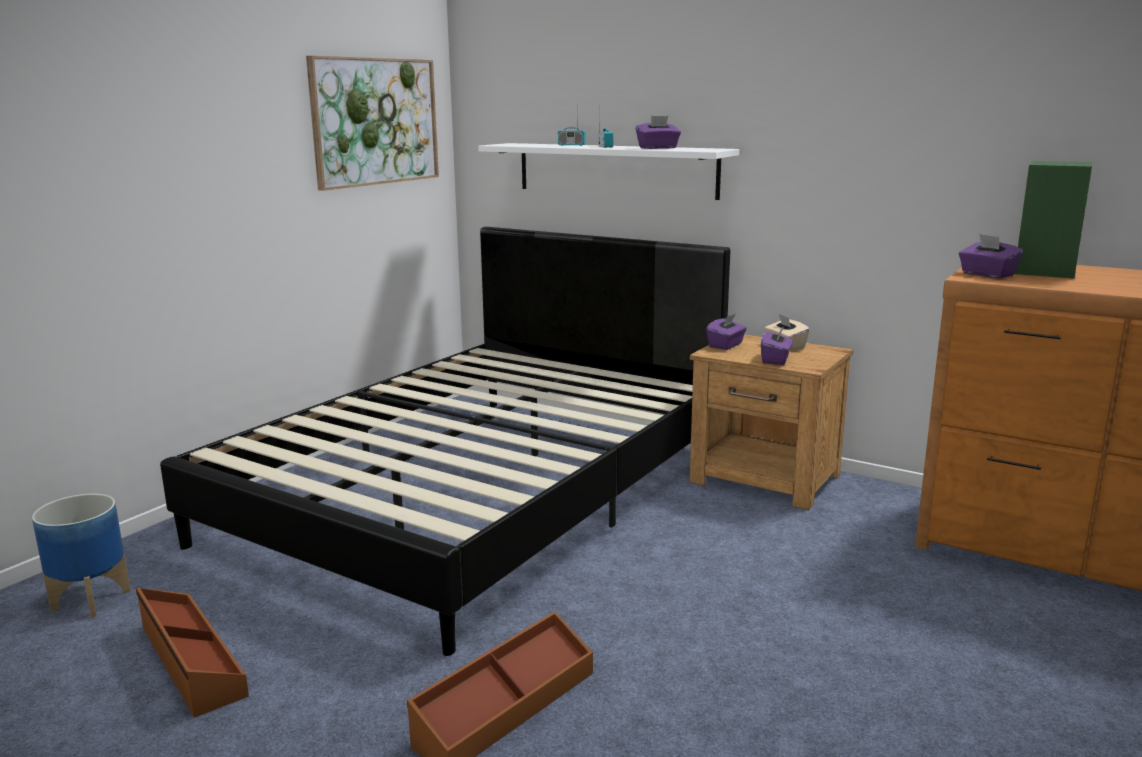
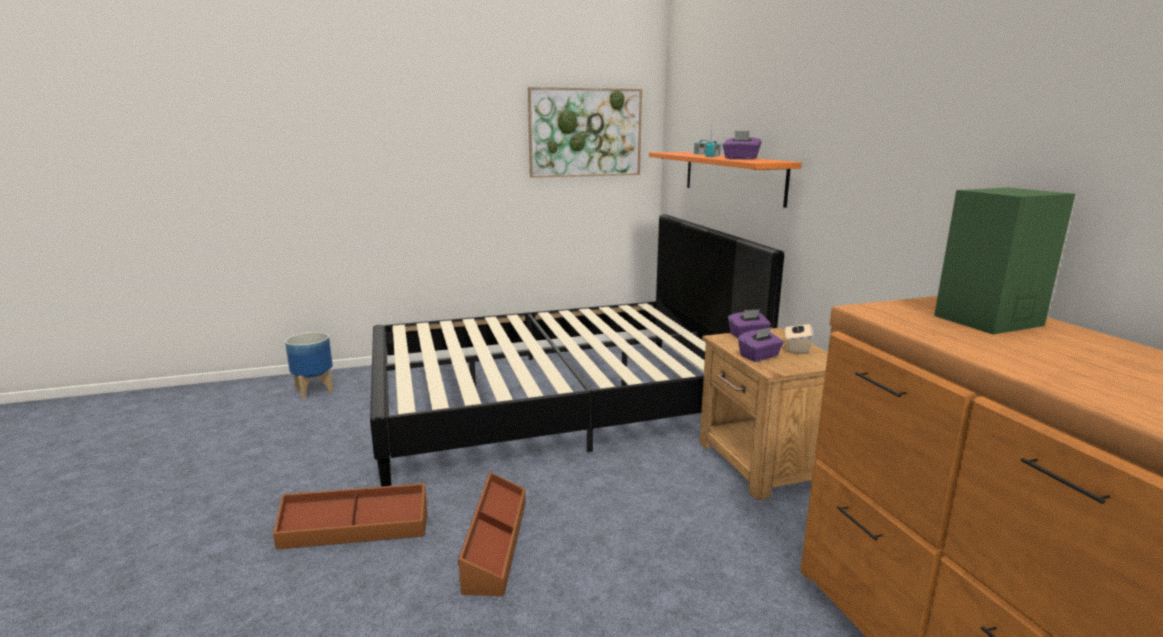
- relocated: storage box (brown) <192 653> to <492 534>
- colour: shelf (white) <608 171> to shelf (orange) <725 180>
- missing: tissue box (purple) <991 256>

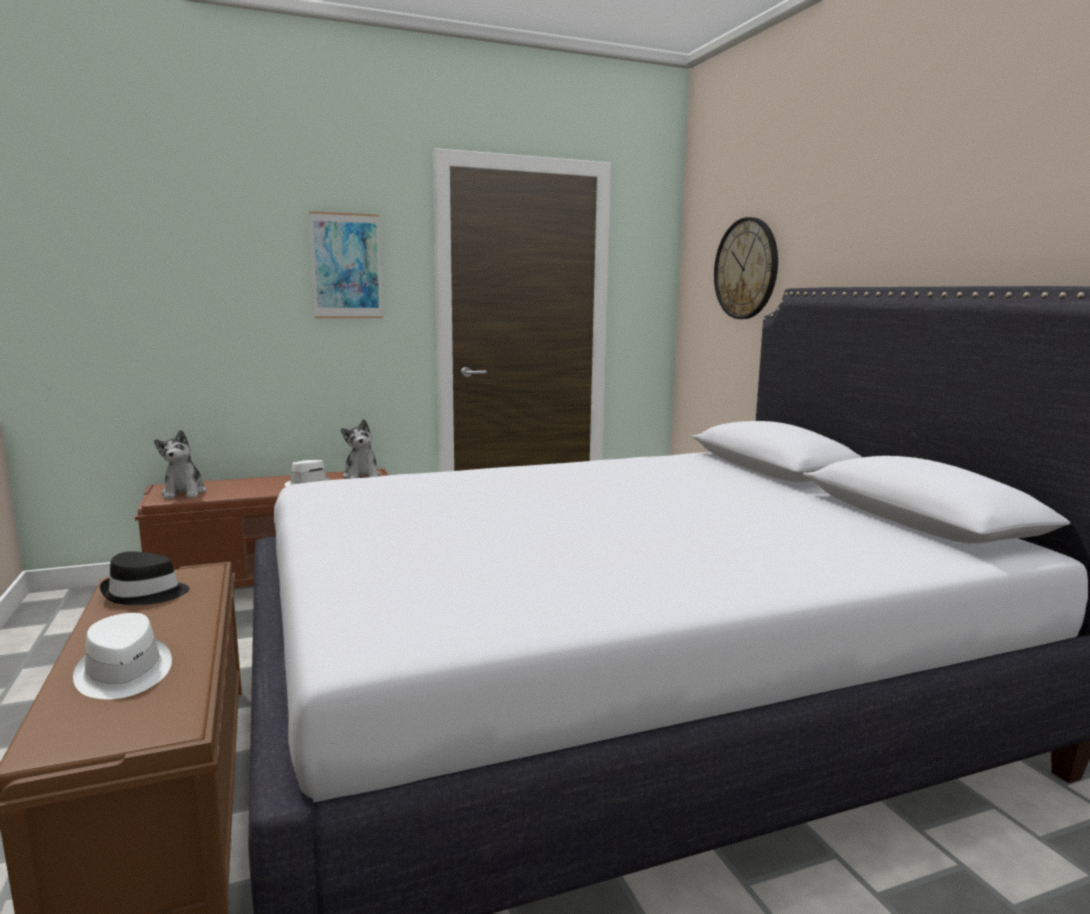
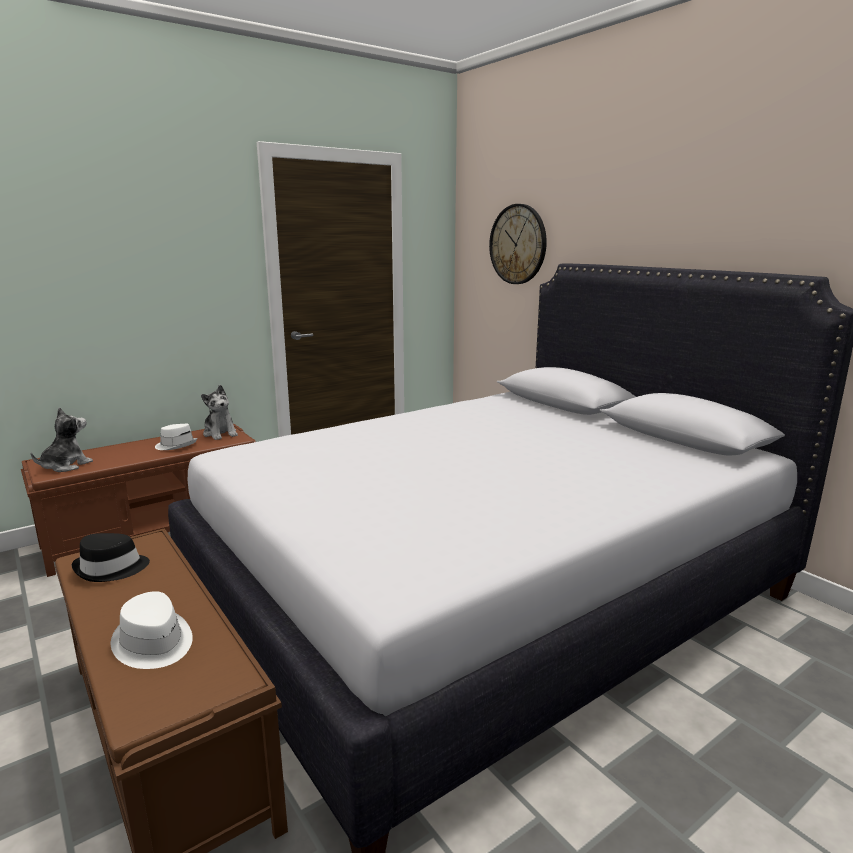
- spun: plush toy <180 465> = <62 439> 120 degrees counterclockwise
- missing: picture <346 264>

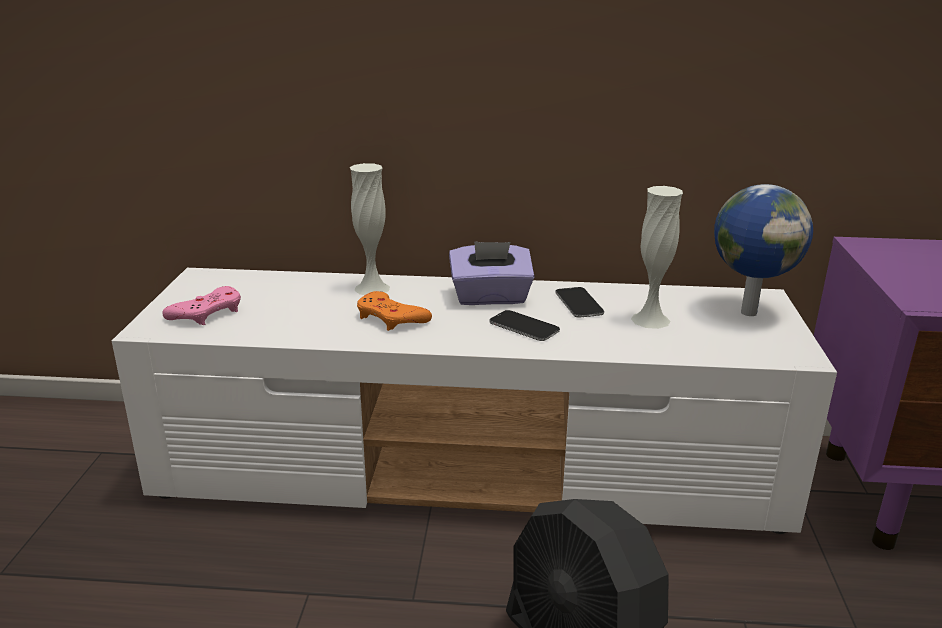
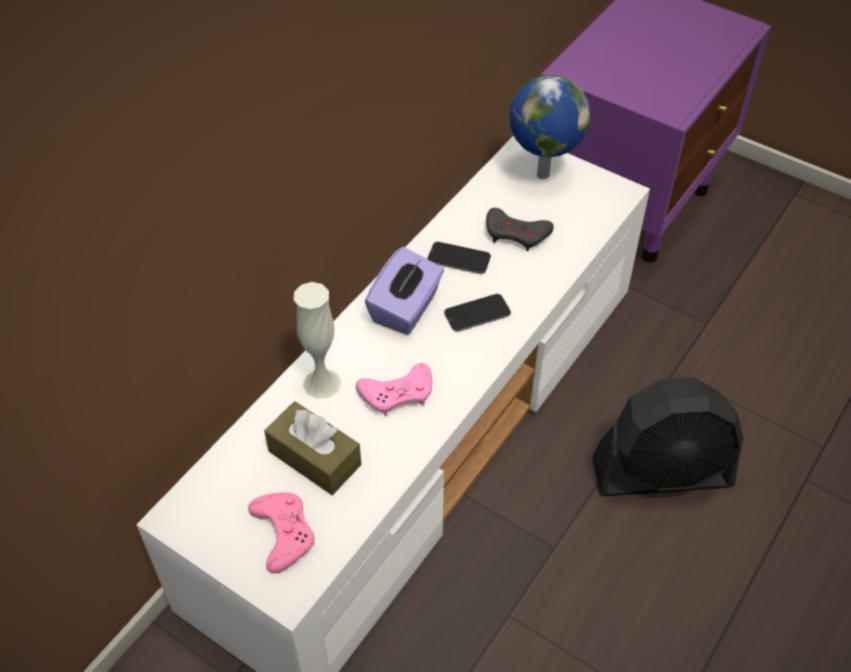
- colour: game controller (orange) <394 311> to game controller (pink) <394 389>
- exchanged: vase (white) <657 257> to game controller (grey) <520 229>
- appeared: tissue box (brown) <312 448>

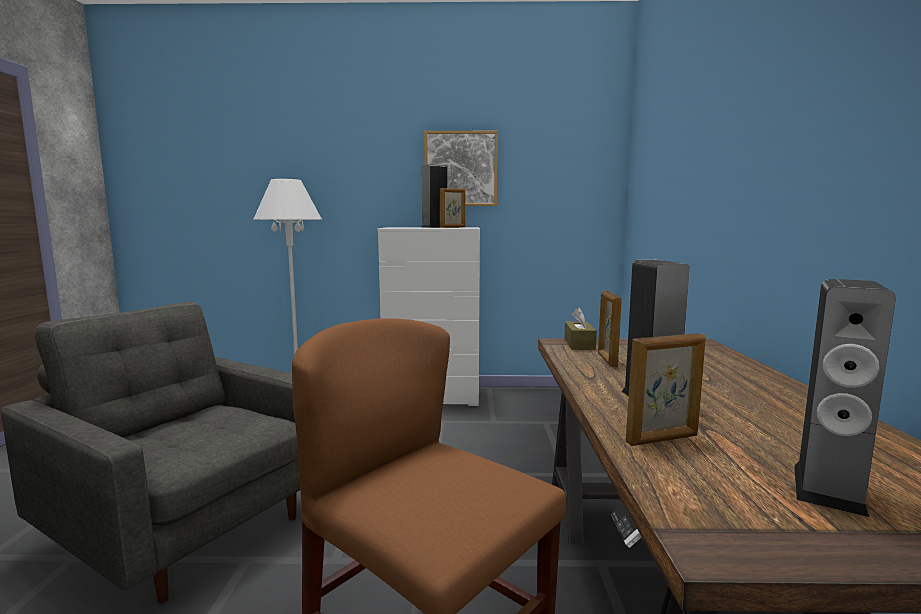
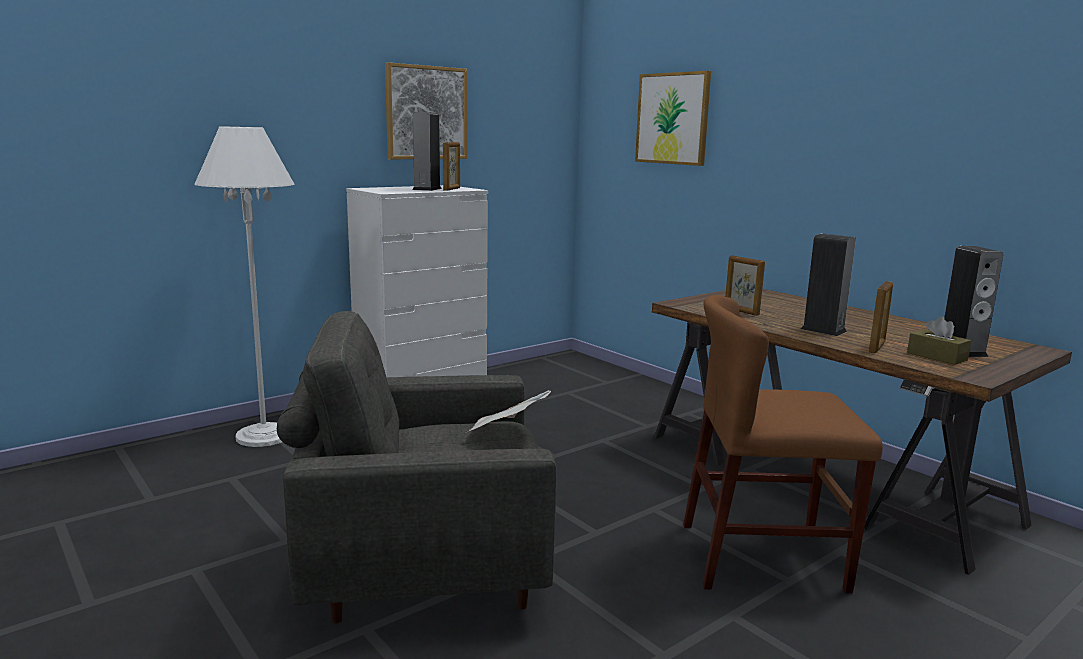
- relocated: tissue box (brown) <580 328> to <939 340>
- appeared: newspaper <510 410>
- appeared: picture <673 118>

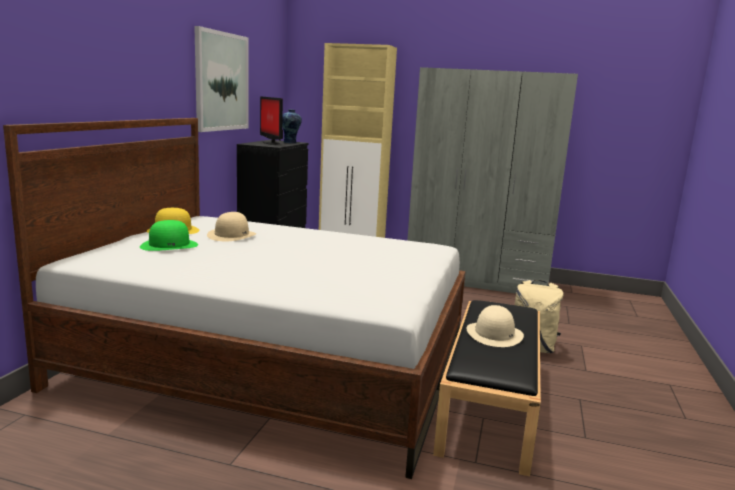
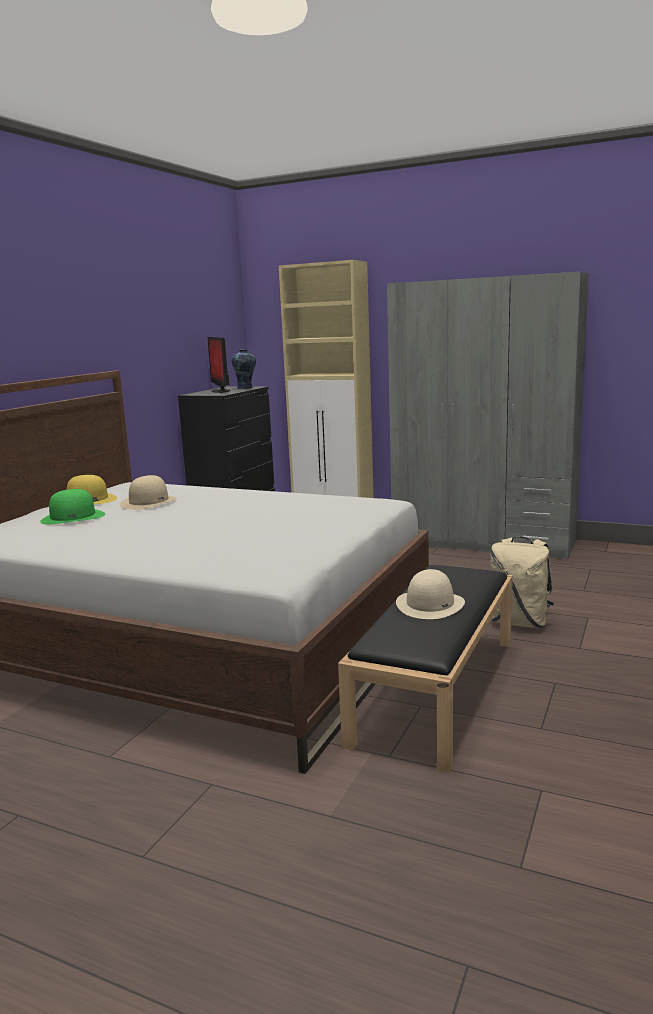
- missing: picture <221 79>

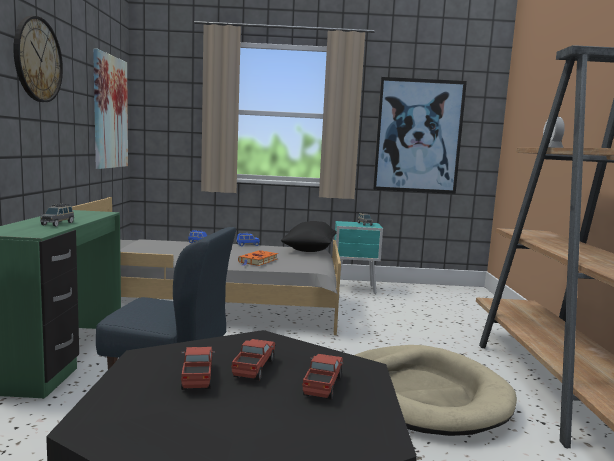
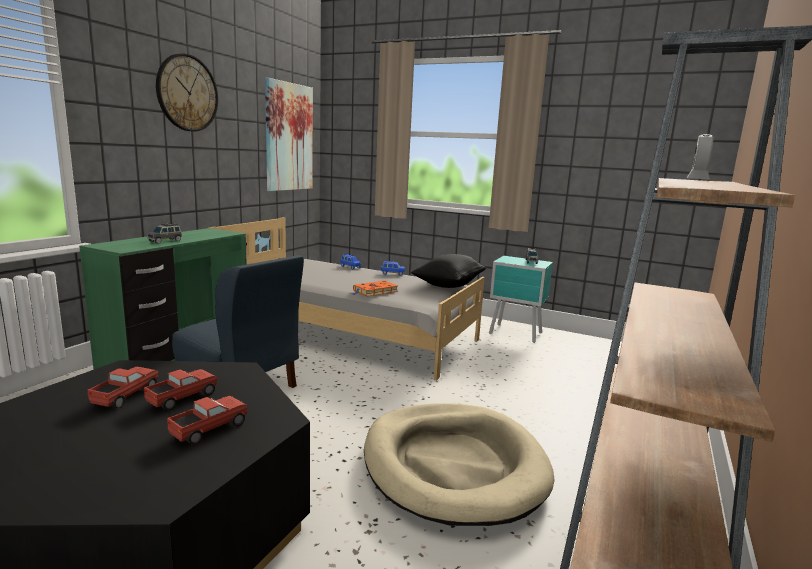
- missing: picture <420 135>

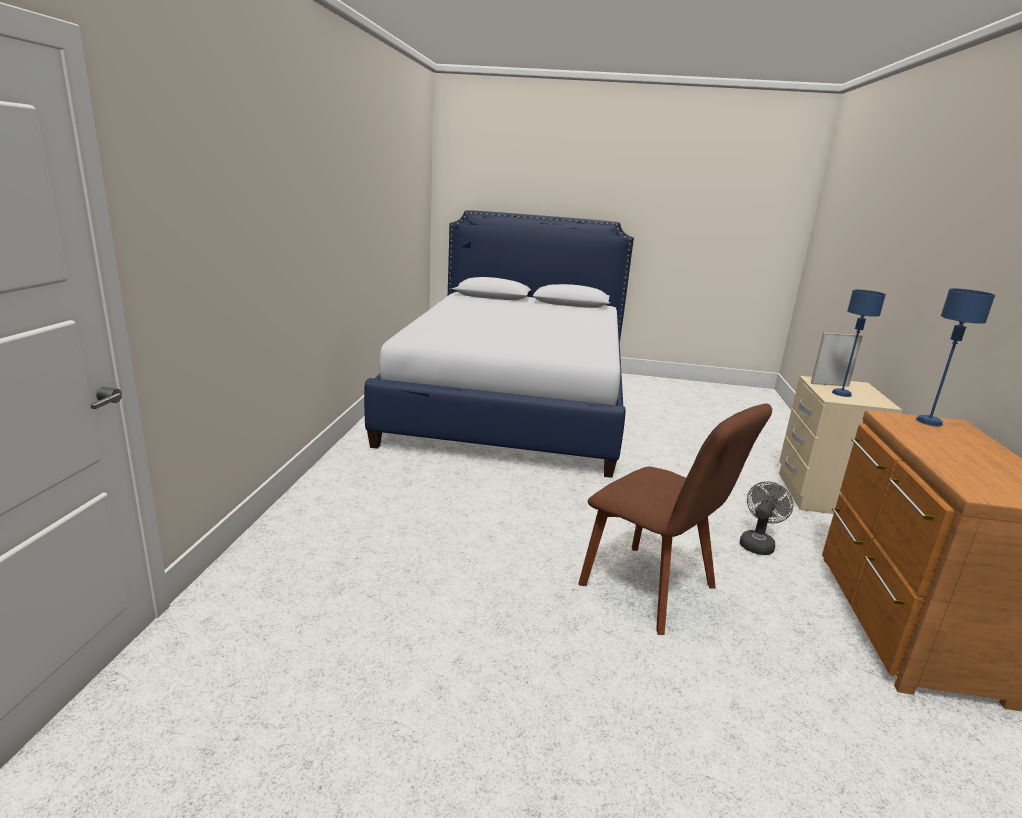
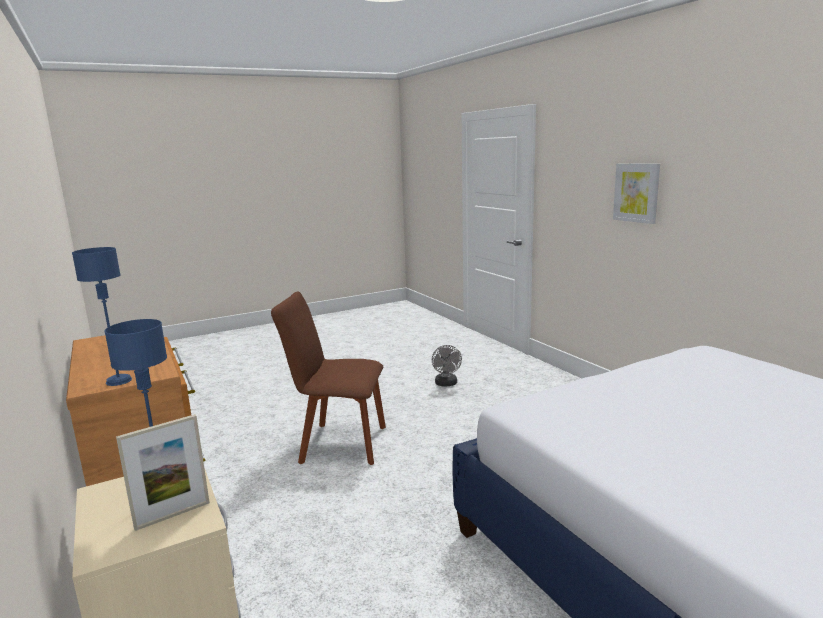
- relocated: fan (grey) <766 518> to <447 365>
- appeared: picture <636 193>

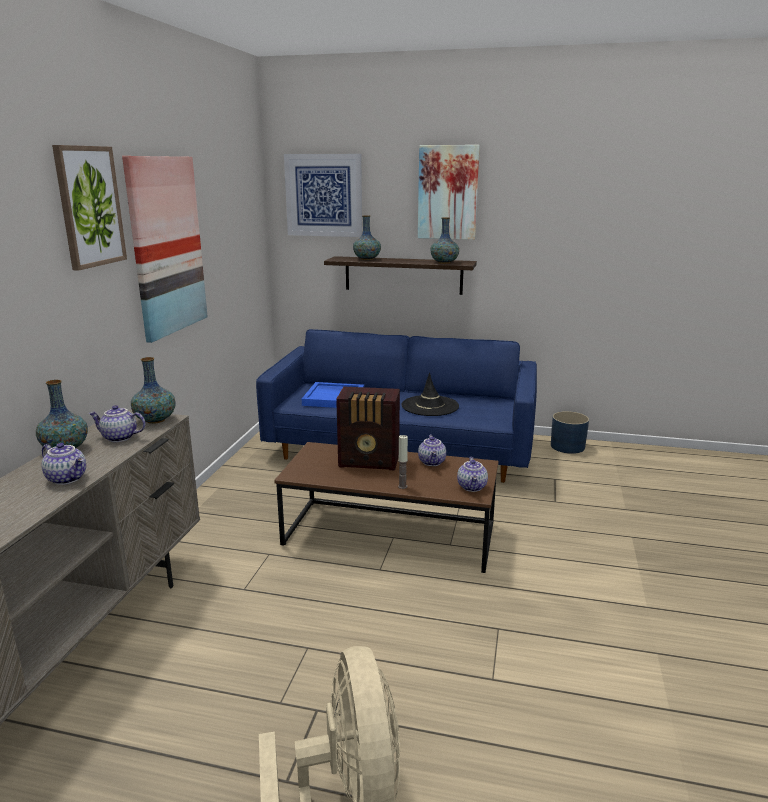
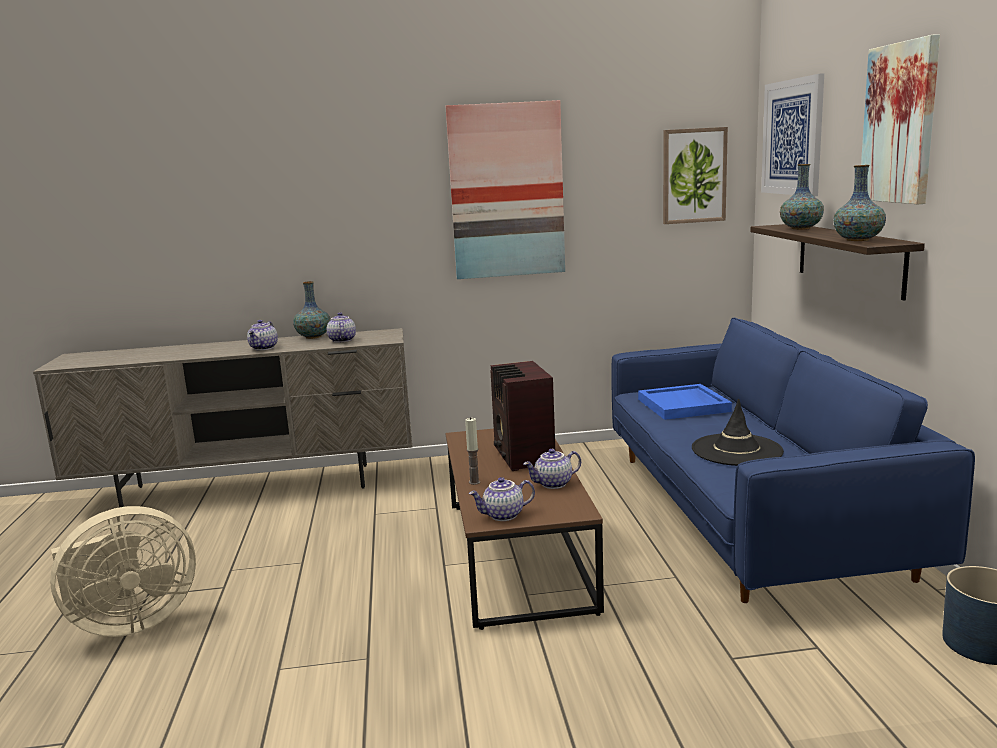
- relocated: picture <89 208> to <695 175>
- missing: vase <153 390>

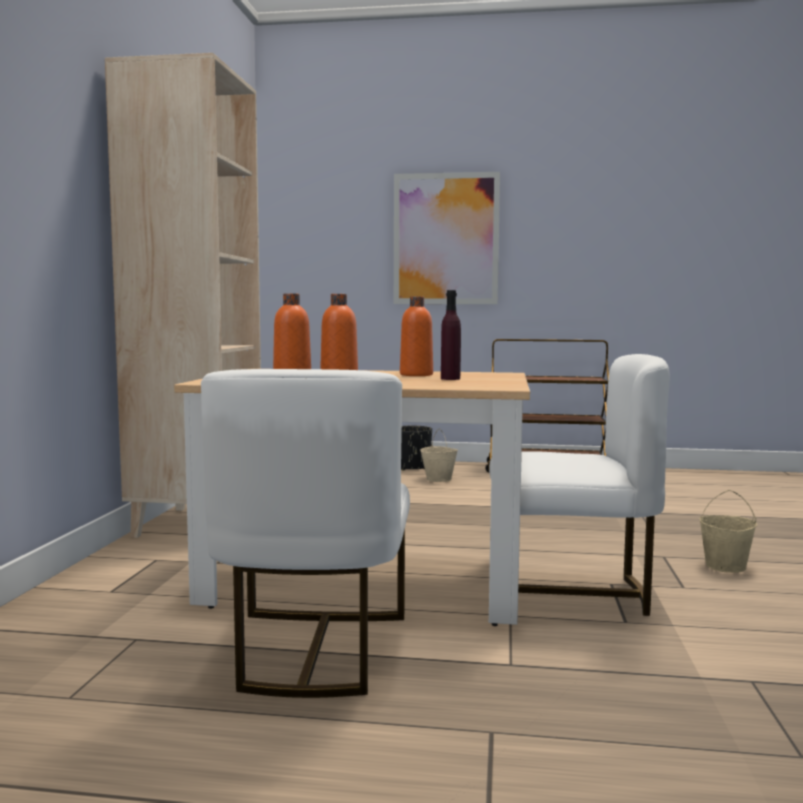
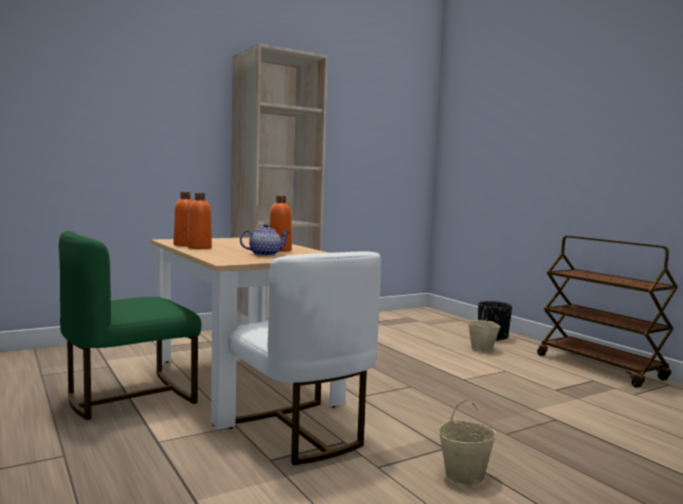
- colour: chair (white) <305 533> to chair (green) <130 325>
- missing: picture <447 238>
- exchanged: bottle (purple) <451 335> to teapot <265 240>

